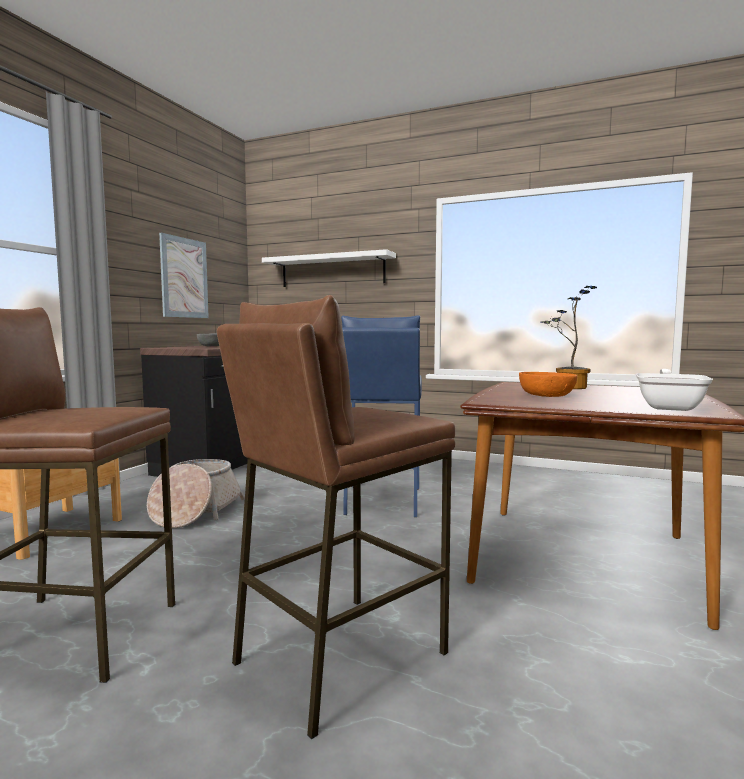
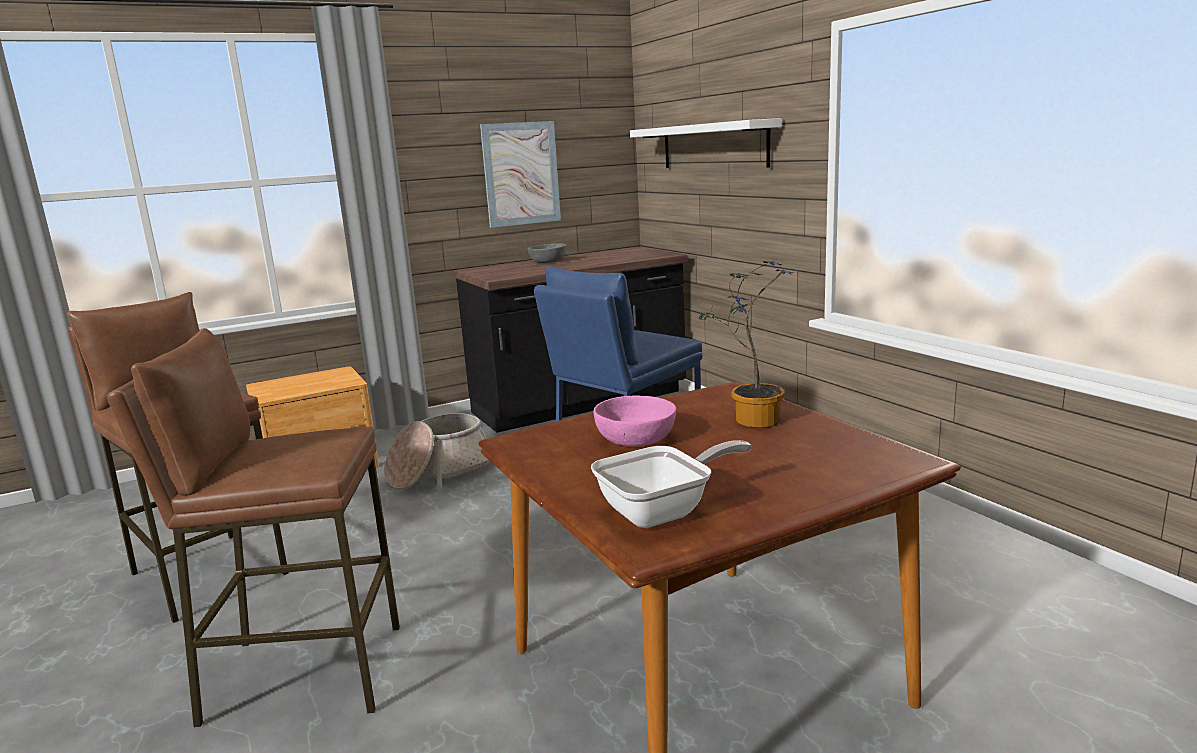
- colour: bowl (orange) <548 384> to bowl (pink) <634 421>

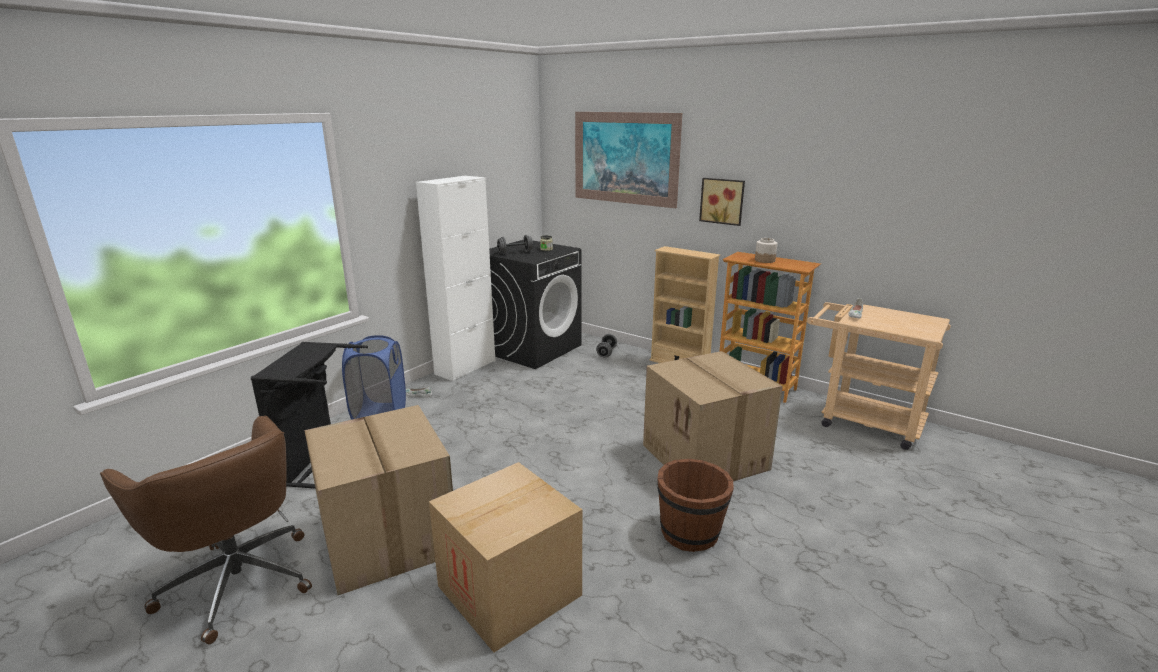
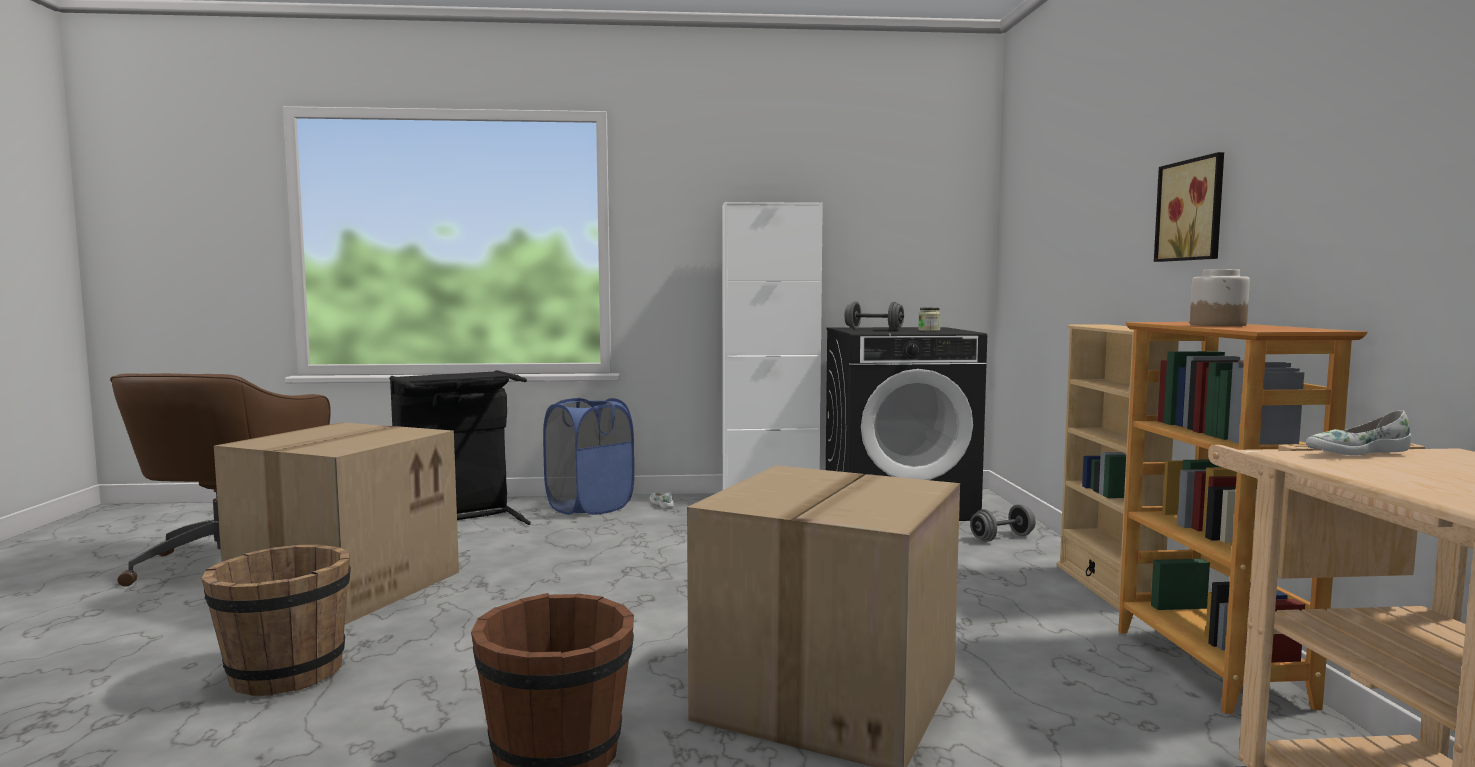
- exchanged: cardboard box <505 557> to bucket (brown) <276 620>
- missing: picture <628 160>

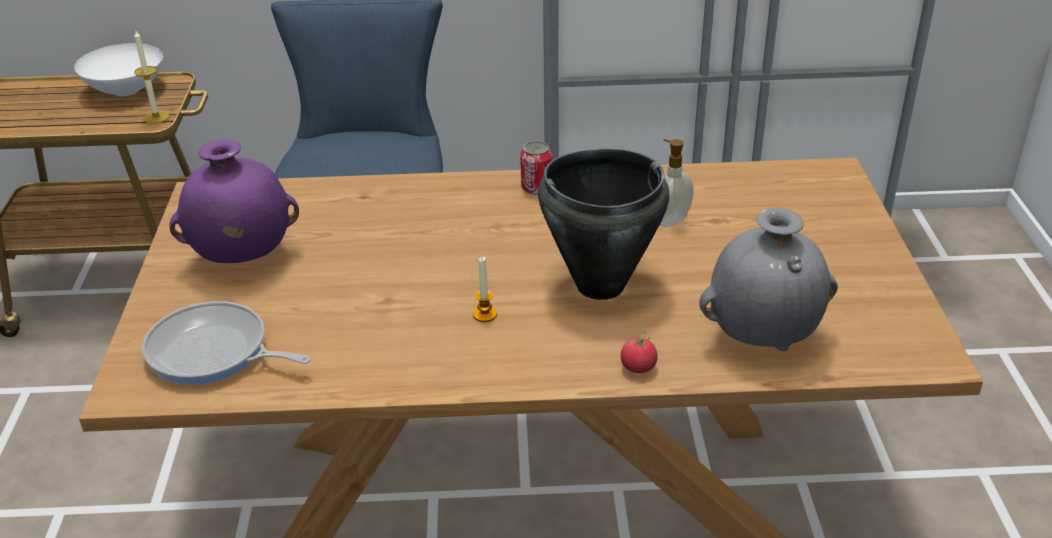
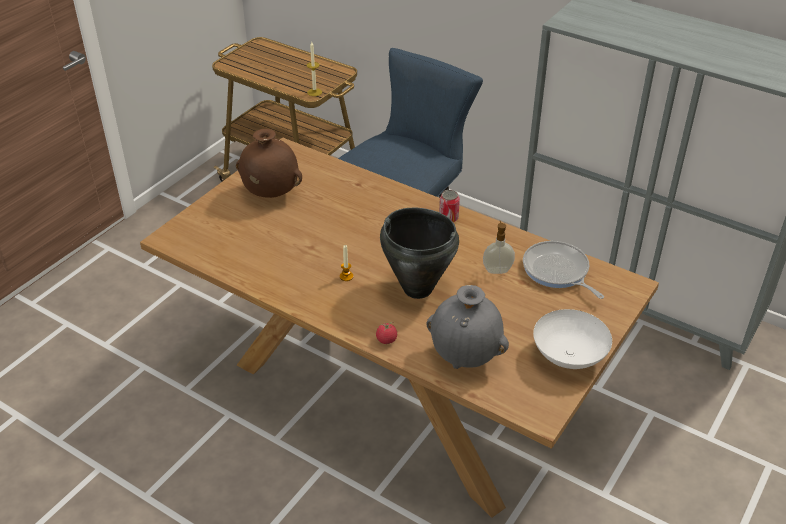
- relocated: bowl (white) <118 69> to <572 339>
- relocated: frying pan <226 343> to <563 270>
- colour: vase (purple) <234 201> to vase (brown) <269 163>

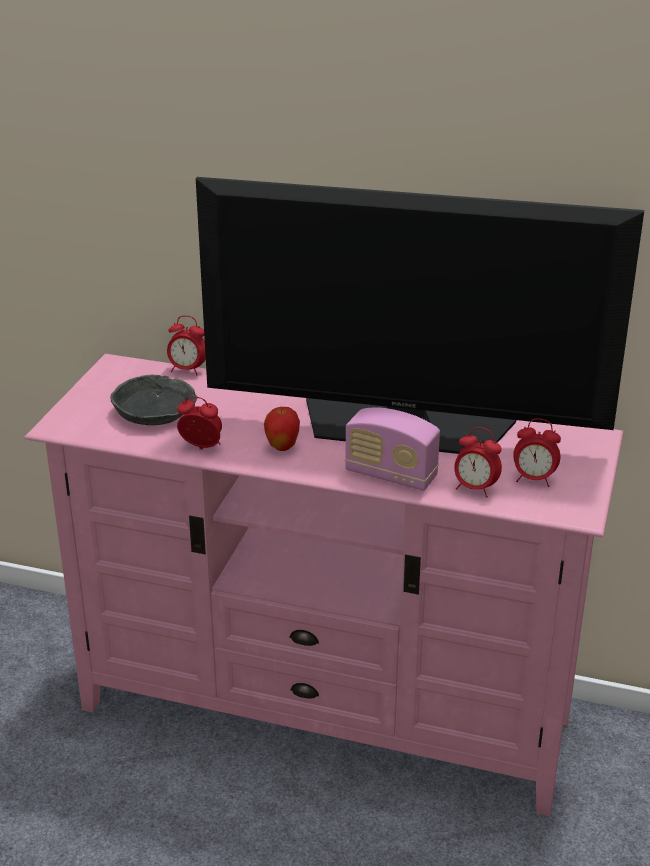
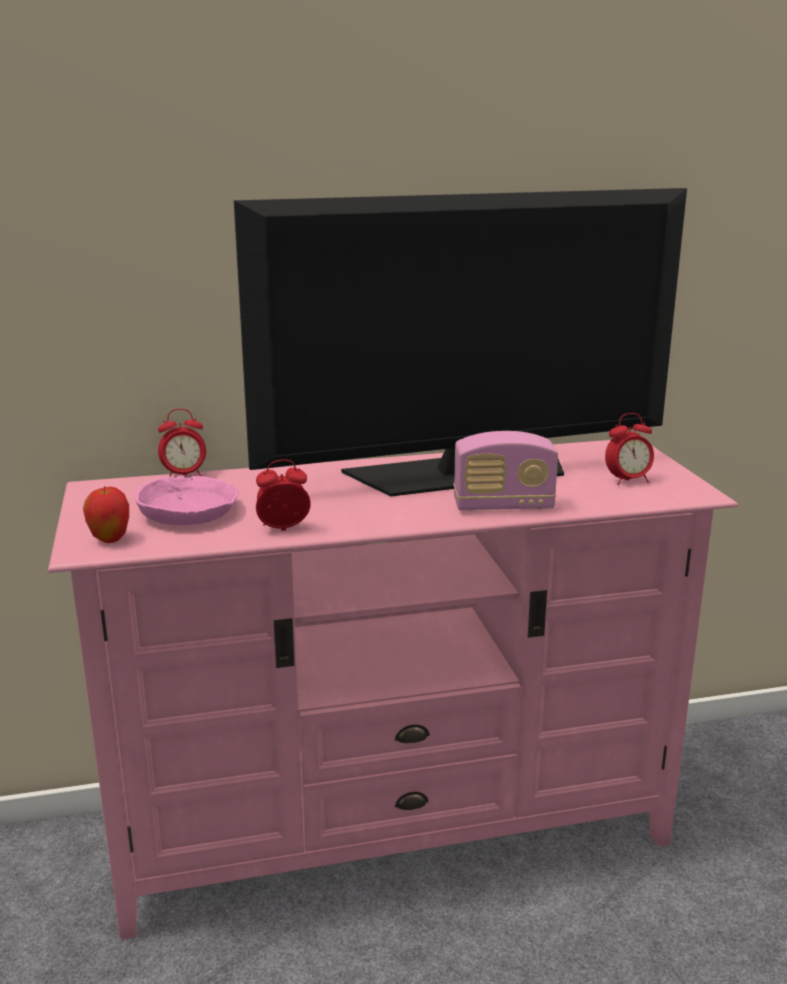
- colour: bowl (grey) <154 400> to bowl (pink) <187 500>
- relocated: apple <282 429> to <106 514>
- missing: alarm clock <478 462>

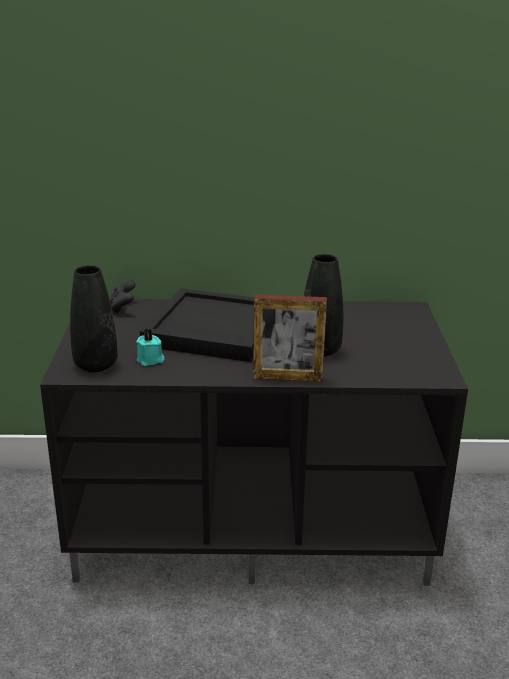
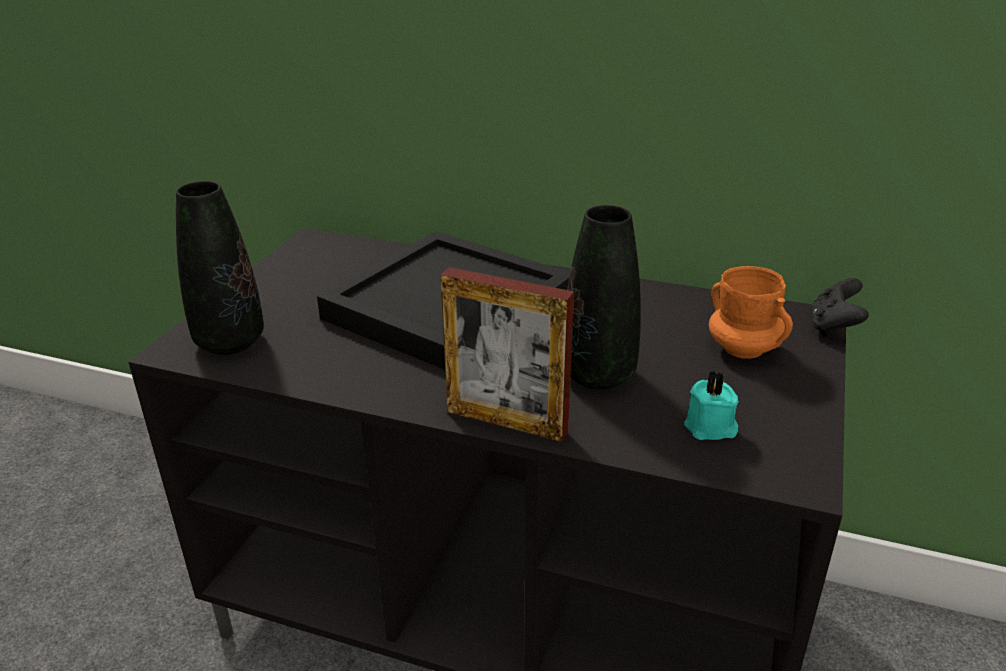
- relocated: game controller (black) <123 296> to <839 307>
- relocated: candle (turquoise) <150 347> to <711 405>
- appeared: mug (orange) <751 312>

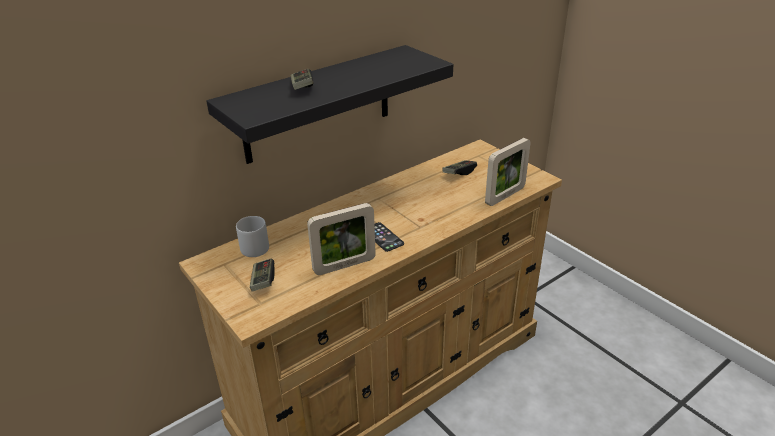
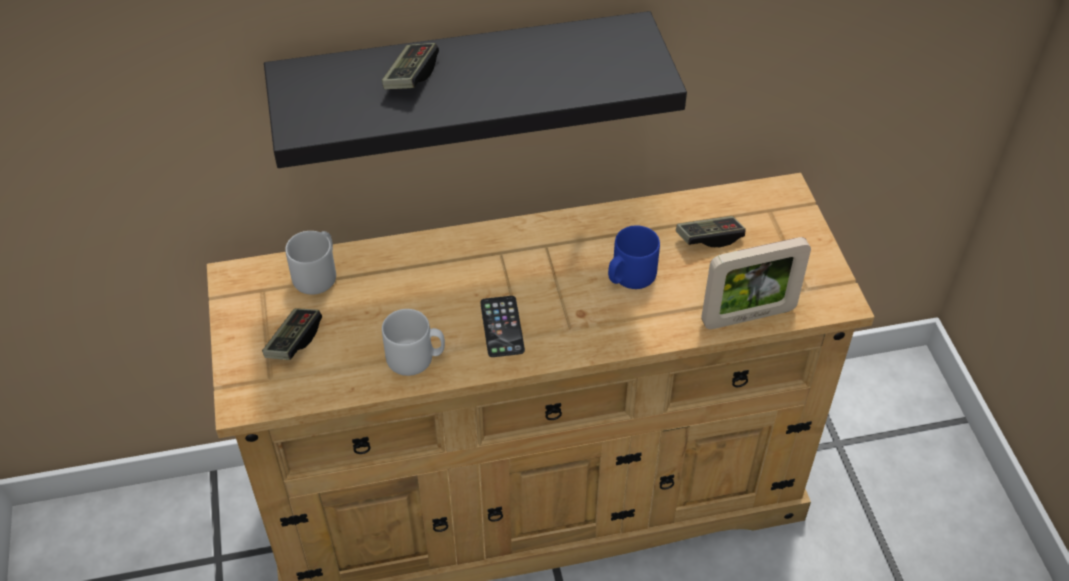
- exchanged: picture frame <341 239> to mug (grey) <413 342>
- appeared: mug (blue) <634 257>

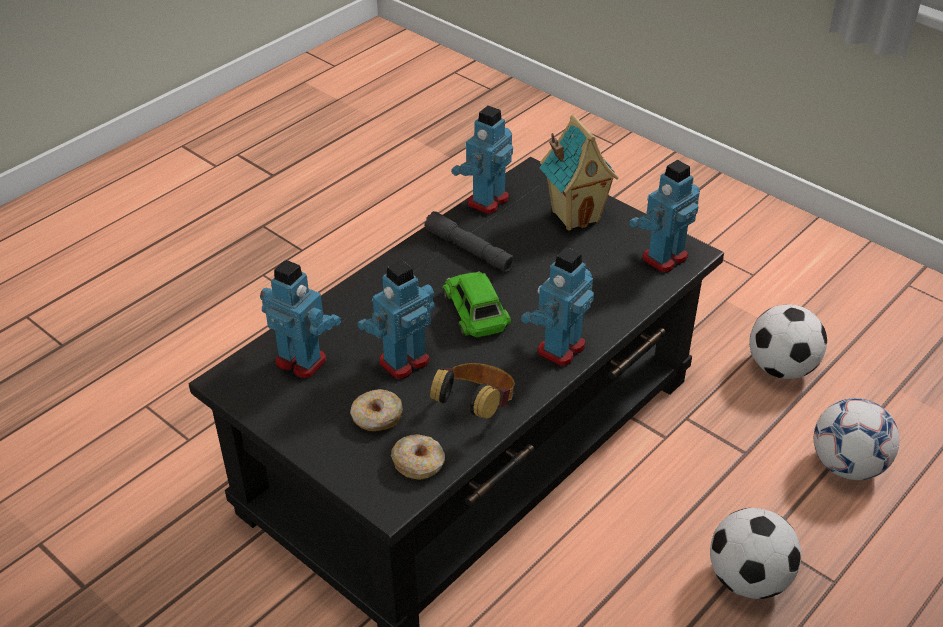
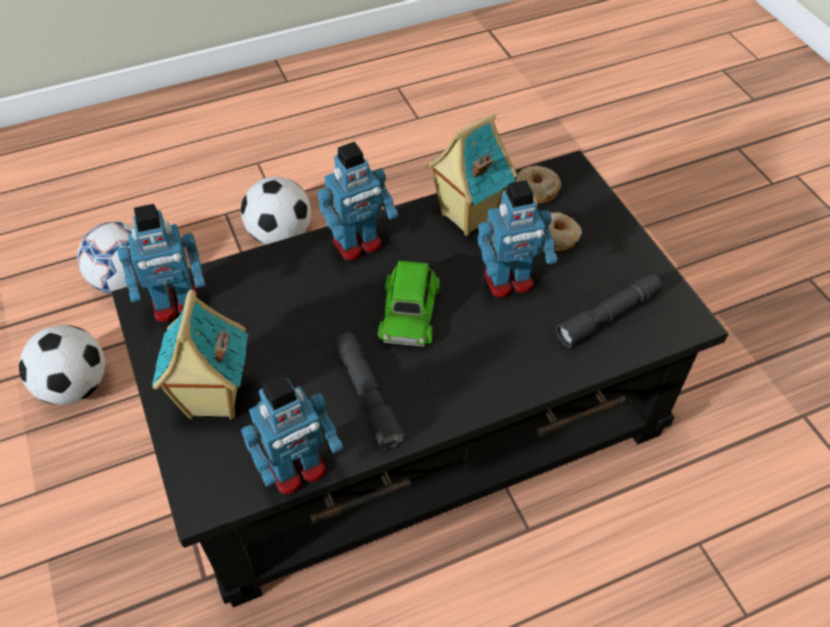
- exchanged: toy robot <300 319> to flashlight (grey) <609 311>
- exchanged: headphones <472 391> to toy house <471 174>

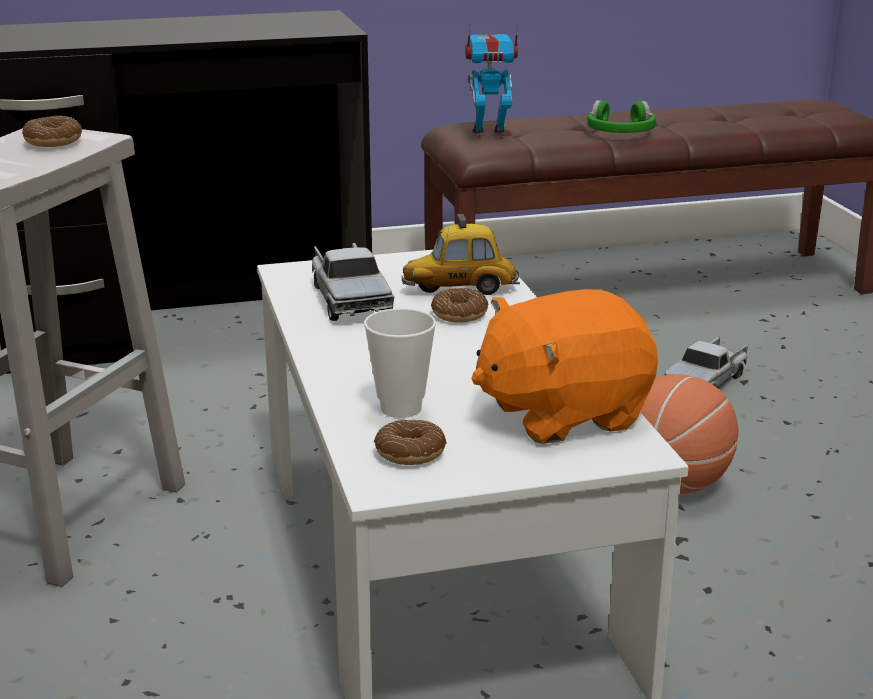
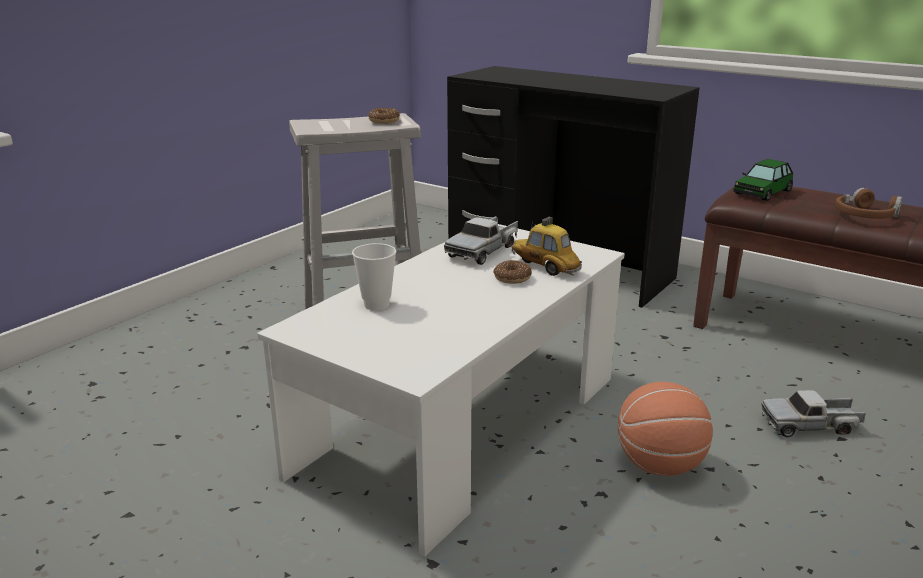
- missing: donut <410 442>
- exchanged: toy robot <491 80> to toy car <763 180>
- missing: plush toy (orange) <564 366>
- colour: headphones (green) <621 116> to headphones (brown) <869 203>

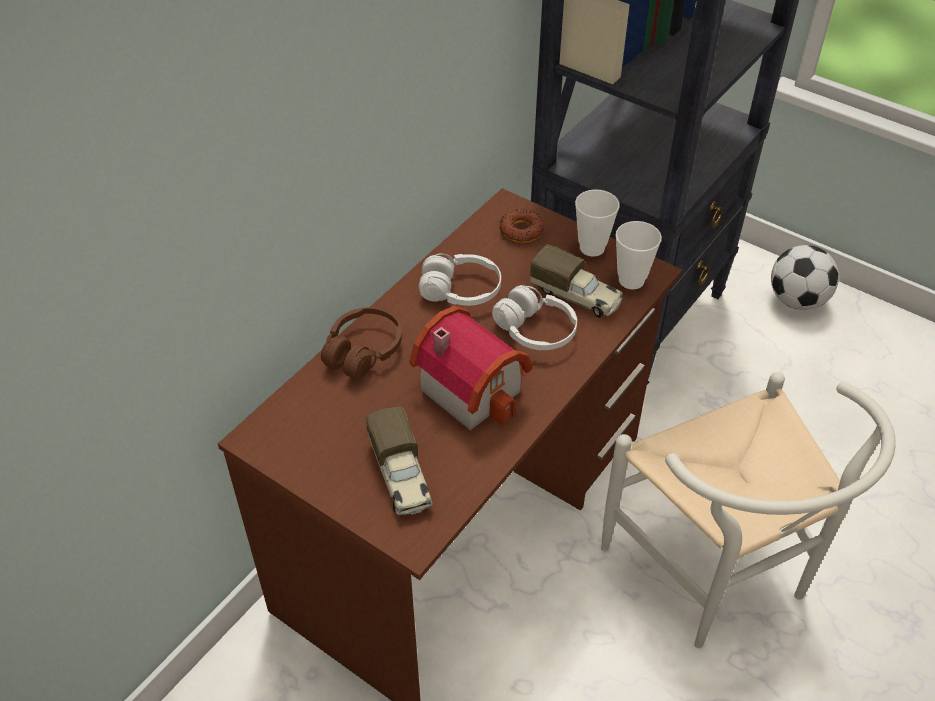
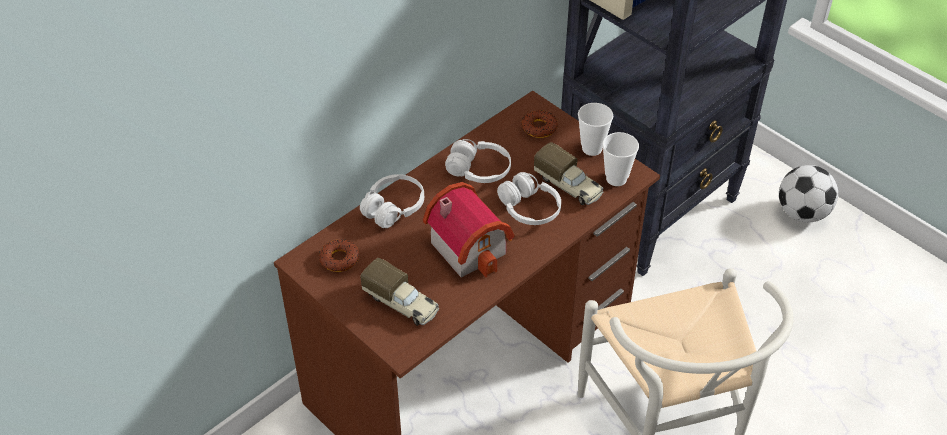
- colour: headphones (brown) <361 343> to headphones (white) <392 201>
- spun: toy truck <399 460> = <399 292> 45 degrees counterclockwise
- appeared: donut <339 255>

